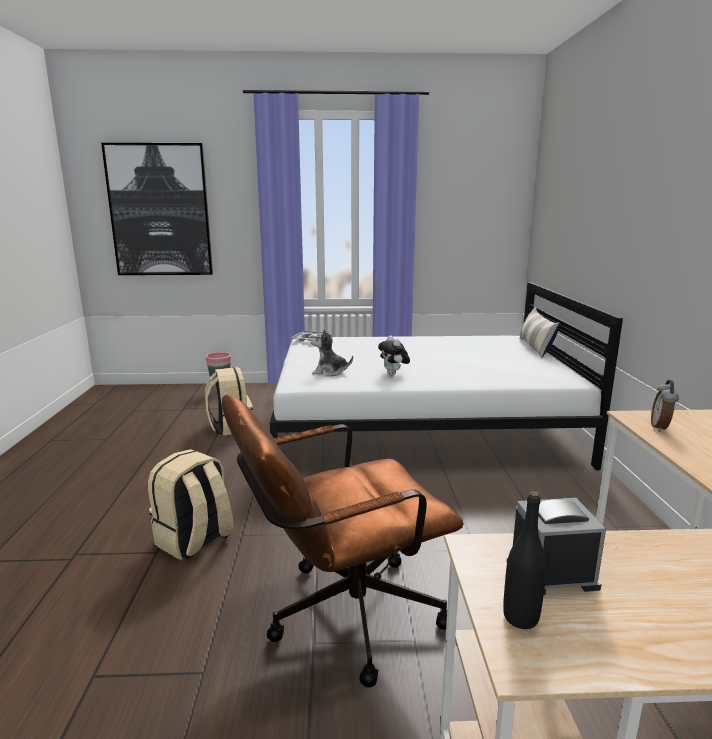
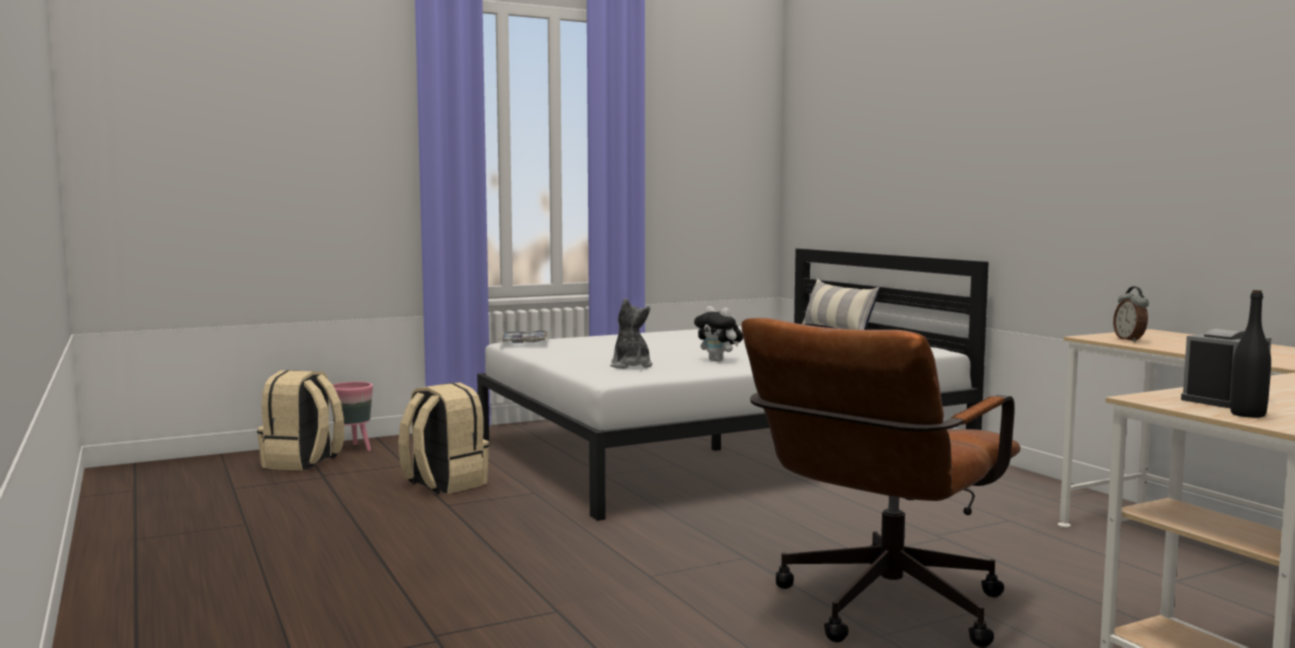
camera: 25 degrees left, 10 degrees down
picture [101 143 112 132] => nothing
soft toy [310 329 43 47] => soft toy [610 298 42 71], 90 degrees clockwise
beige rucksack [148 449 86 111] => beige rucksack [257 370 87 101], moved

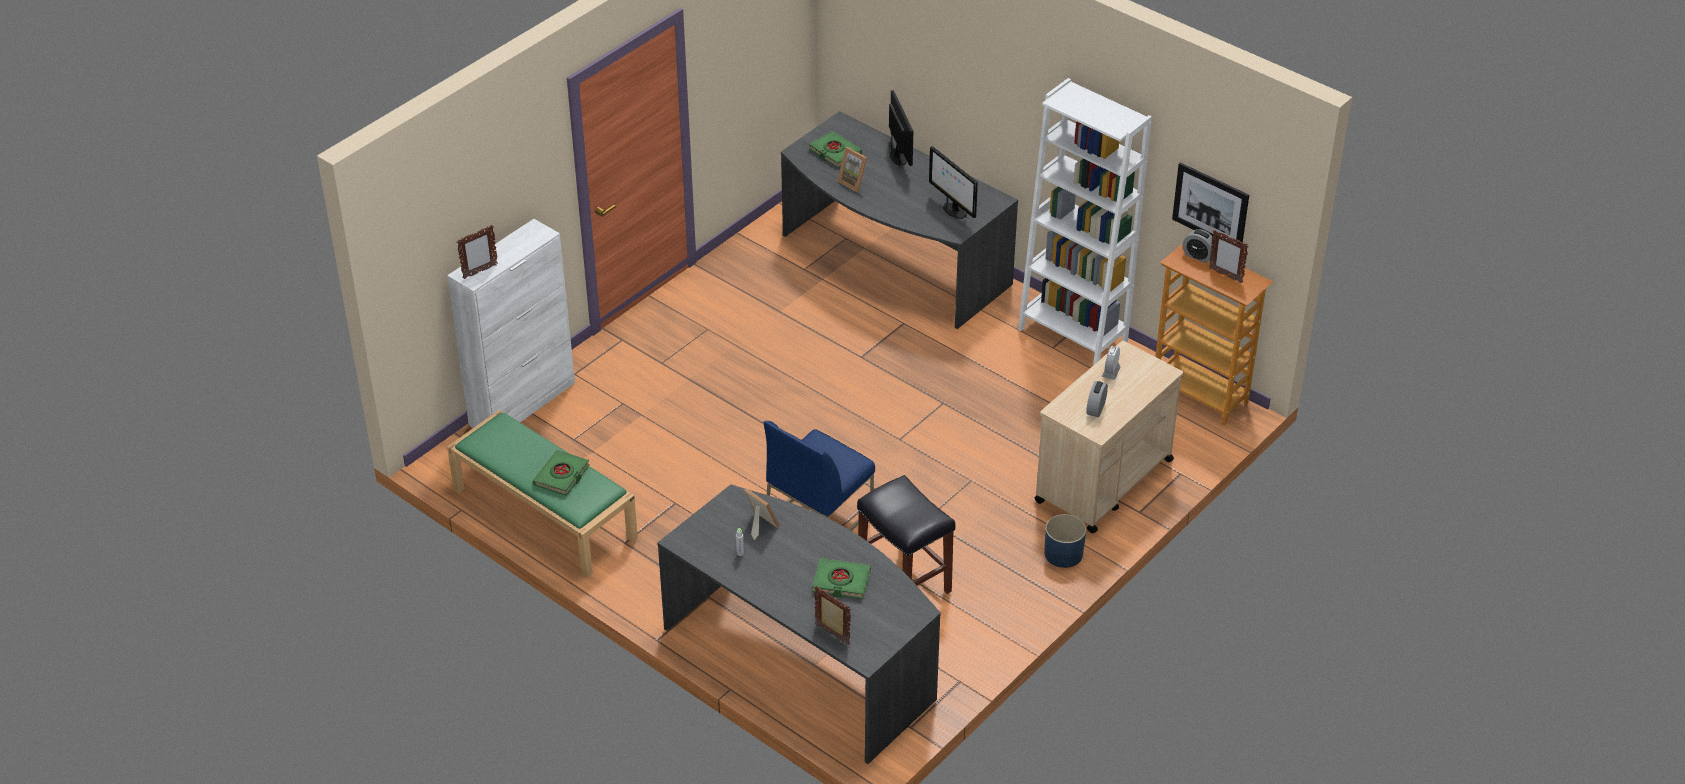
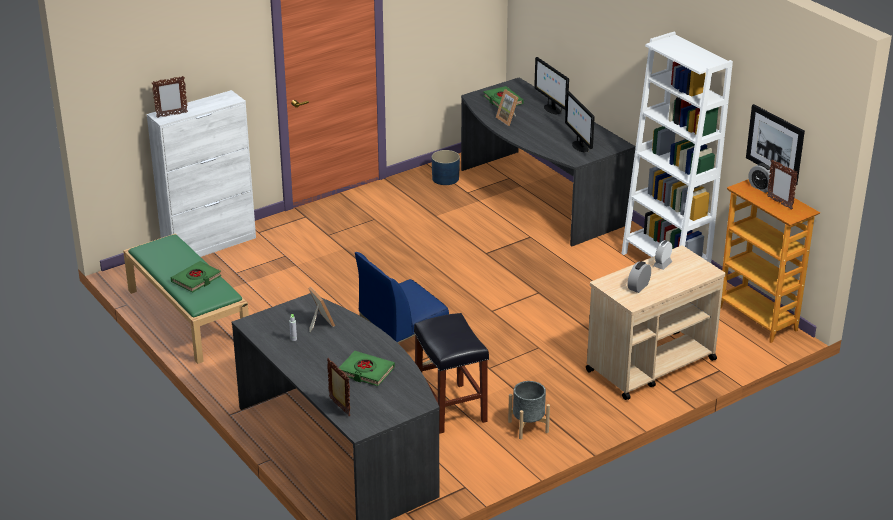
camera: 15 degrees right, 10 degrees down
monitor [889 90 24 76] => monitor [534 57 35 57], 150 degrees clockwise
blue-coloured planter [1044 514 42 54] => blue-coloured planter [432 150 28 35], moved
nothing => gray planter [508 381 42 58]

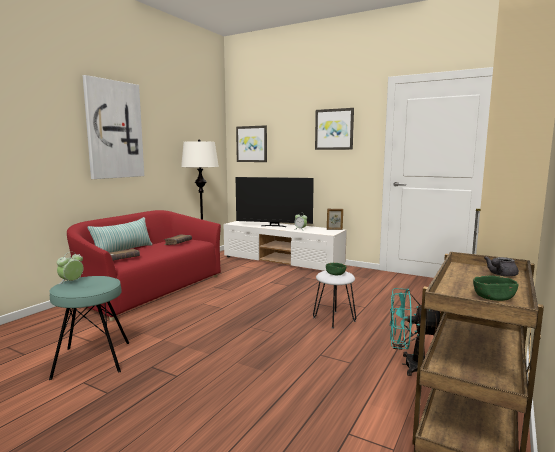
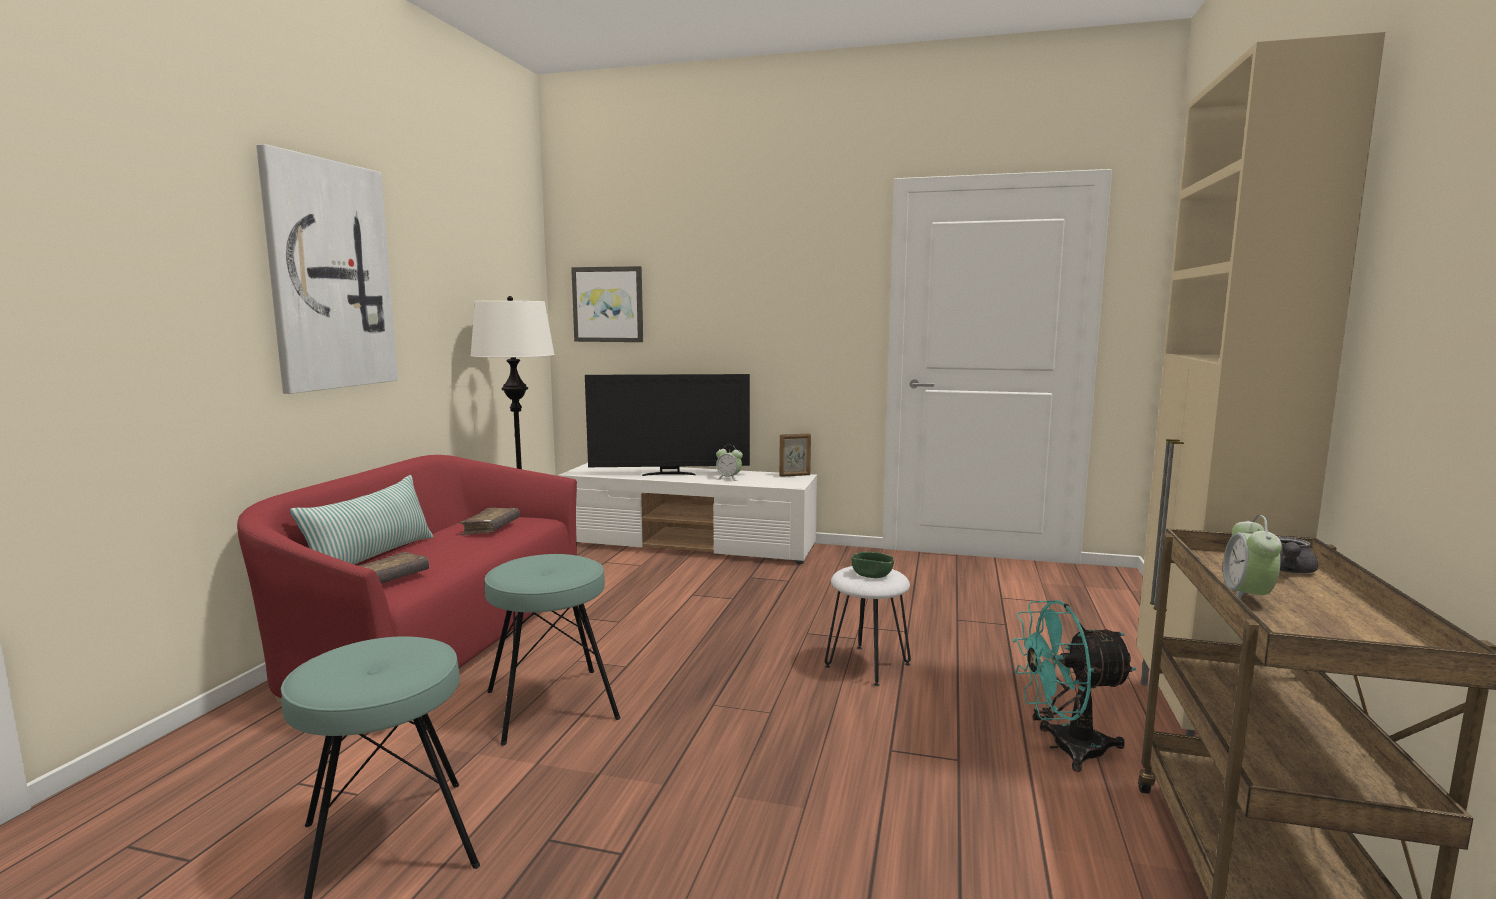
camera: 15 degrees left, 0 degrees up
picture [315 108 39 42] => nothing
bedside clock [57 252 27 32] => bedside clock [1223 515 59 84], moved
green serving bowl [473 276 46 25] => nothing
nothing => turquoise stool seat [484 554 137 192]

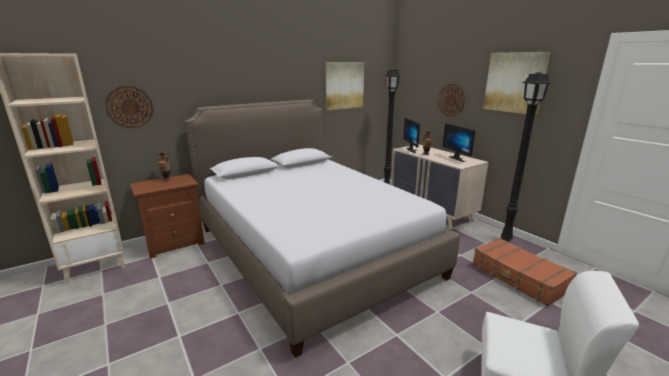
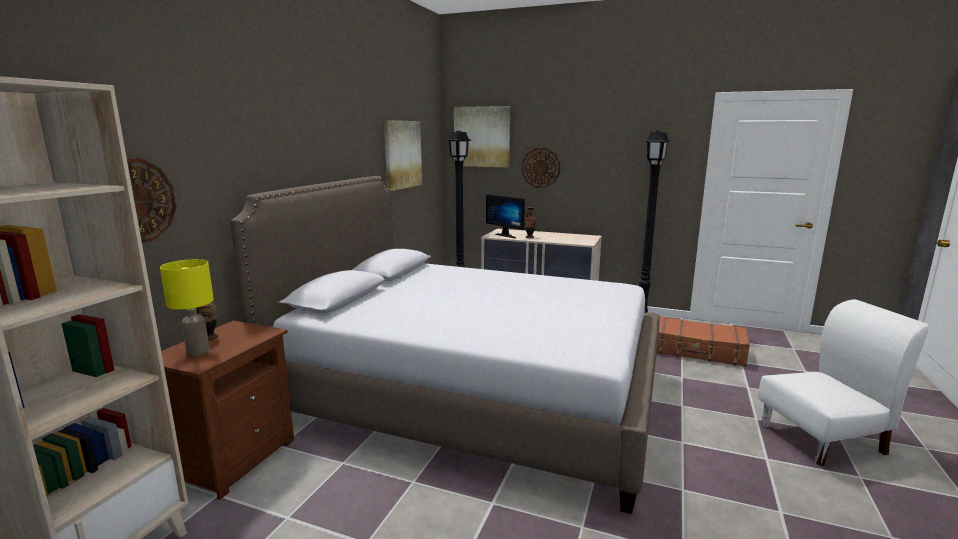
camera: 35 degrees left, 5 degrees down
picture [483 52 68 63] => picture [454 106 56 61], moved
monitor [443 123 32 39] => nothing
nothing => yellowish lamp for a table [160 259 54 97]

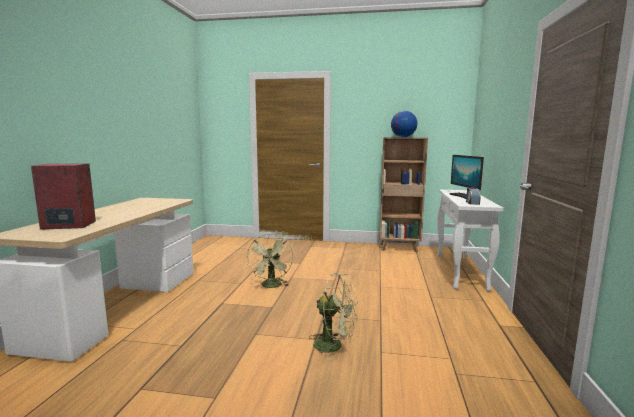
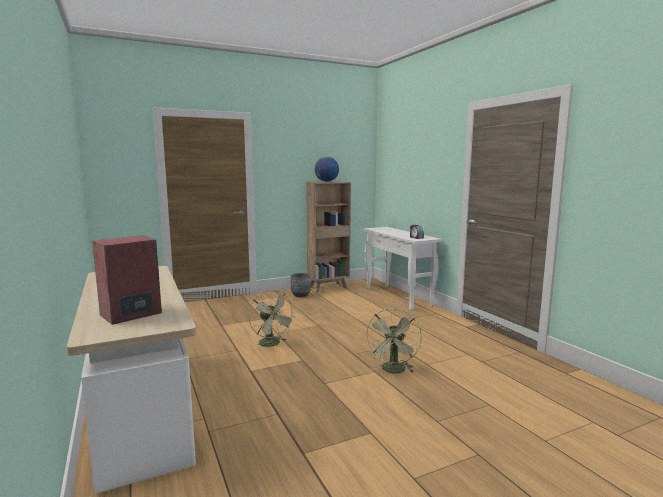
camera: 35 degrees left, 0 degrees up
monitor [450 155 34 44] => nothing
green cooling fan [309 273 49 88] => green cooling fan [366 308 56 65], 120 degrees clockwise
nothing => gray planter [291 273 20 24]

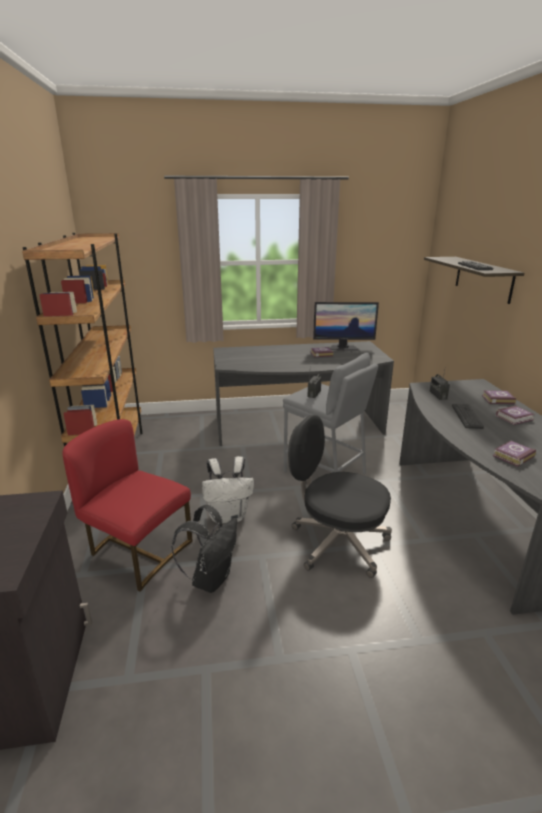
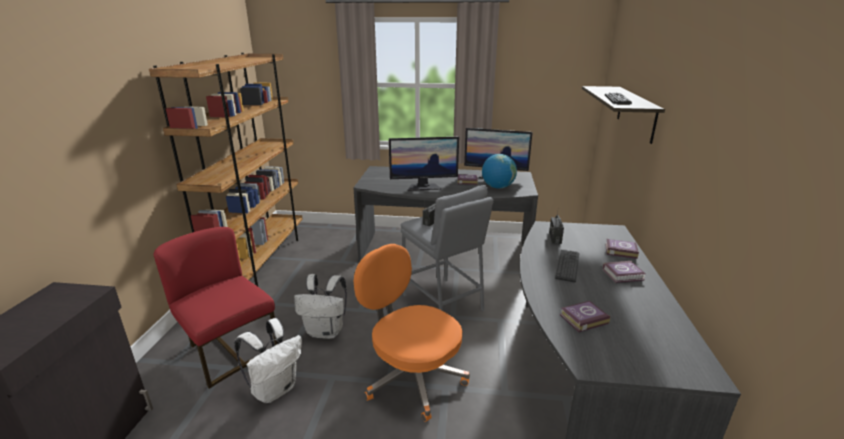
camera: 15 degrees right, 0 degrees up
blackish computer chair [288 415 104 163] => orange-coloured computer chair [354 244 116 178]
blackish rucksack [172 505 65 88] => white-coloured rucksack [234 318 68 85]
nothing => monitor [389 137 70 54]
nothing => world globe [482 154 35 35]

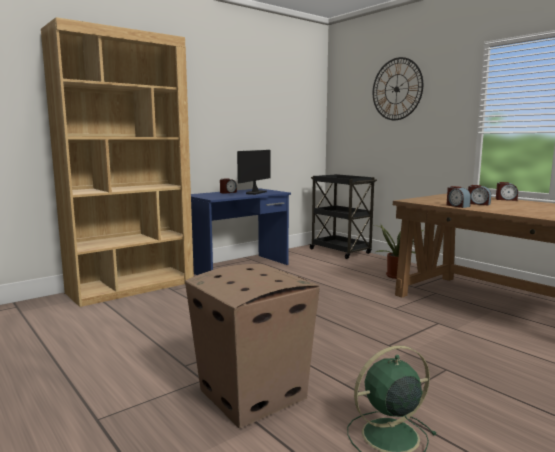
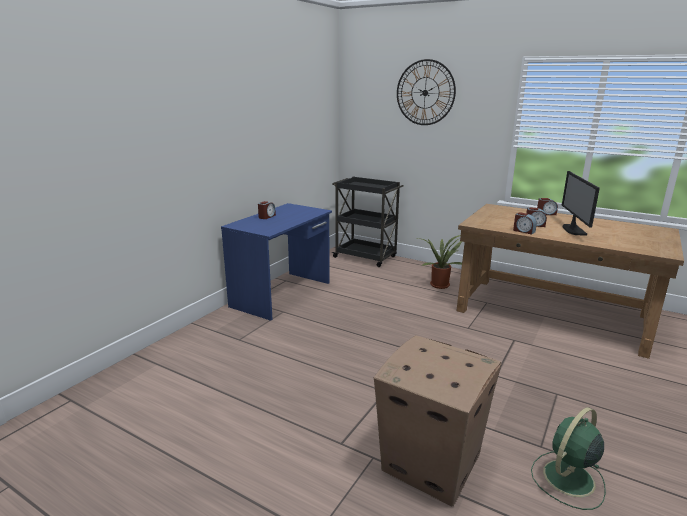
camera: 20 degrees left, 10 degrees up
brownish shelving unit [41 17 153 290] => nothing
monitor [237 150 34 45] => monitor [562 171 38 65], moved

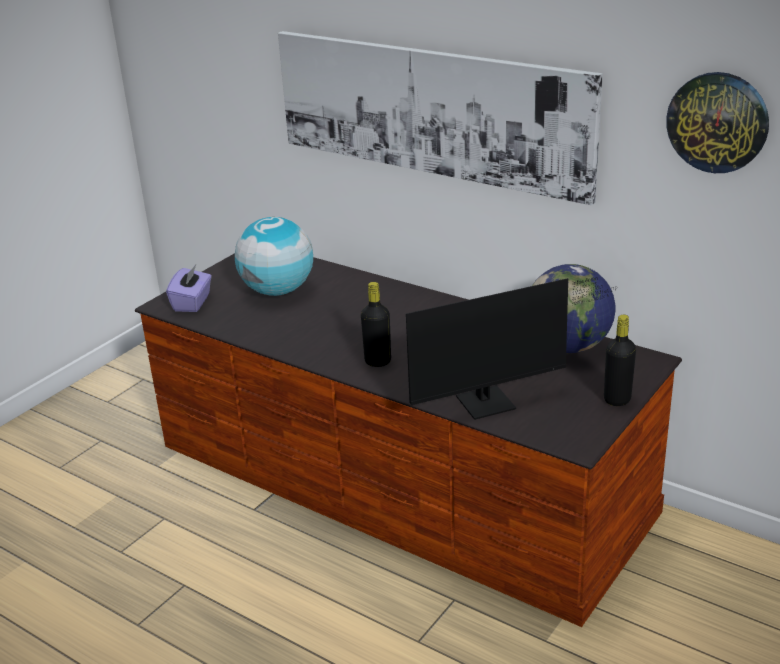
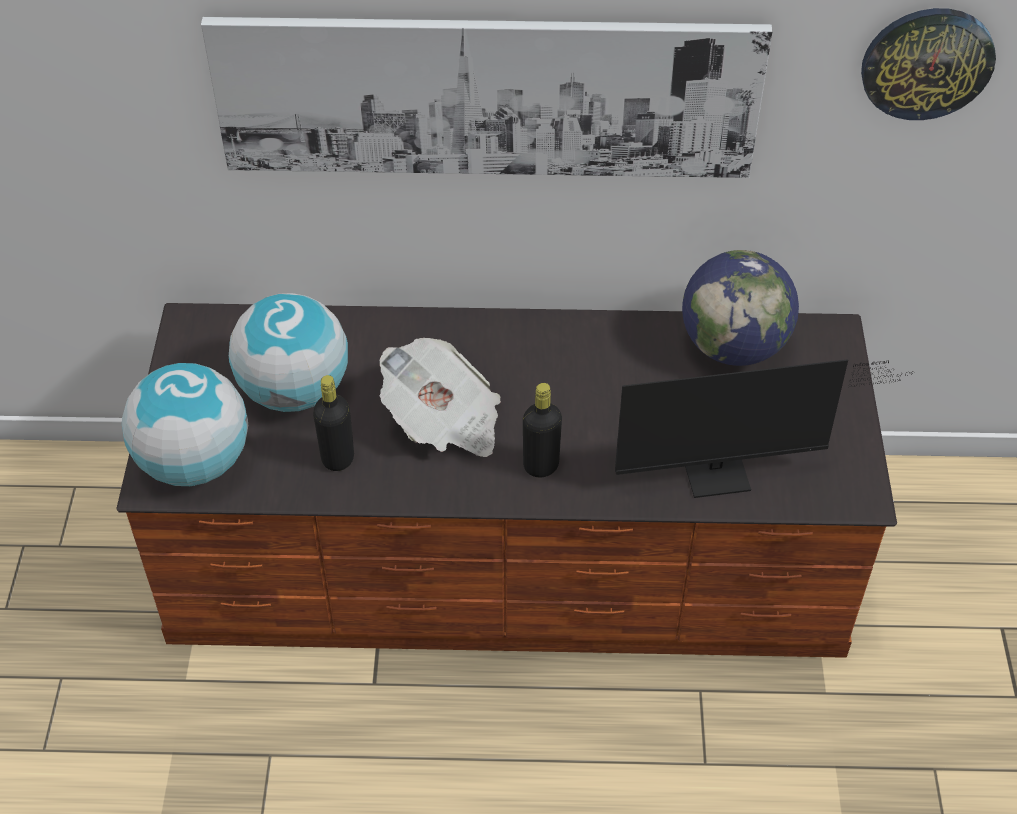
camera: 35 degrees left, 20 degrees up
purple-coloured tissue holder [166 265 46 47] => world globe [122 363 126 123]
monitor [406 277 208 143] => monitor [615 359 300 139], 45 degrees clockwise
blackish drink bottle [604 315 32 91] => blackish drink bottle [313 375 41 96], moved
nothing => printed paper [379 338 122 119]

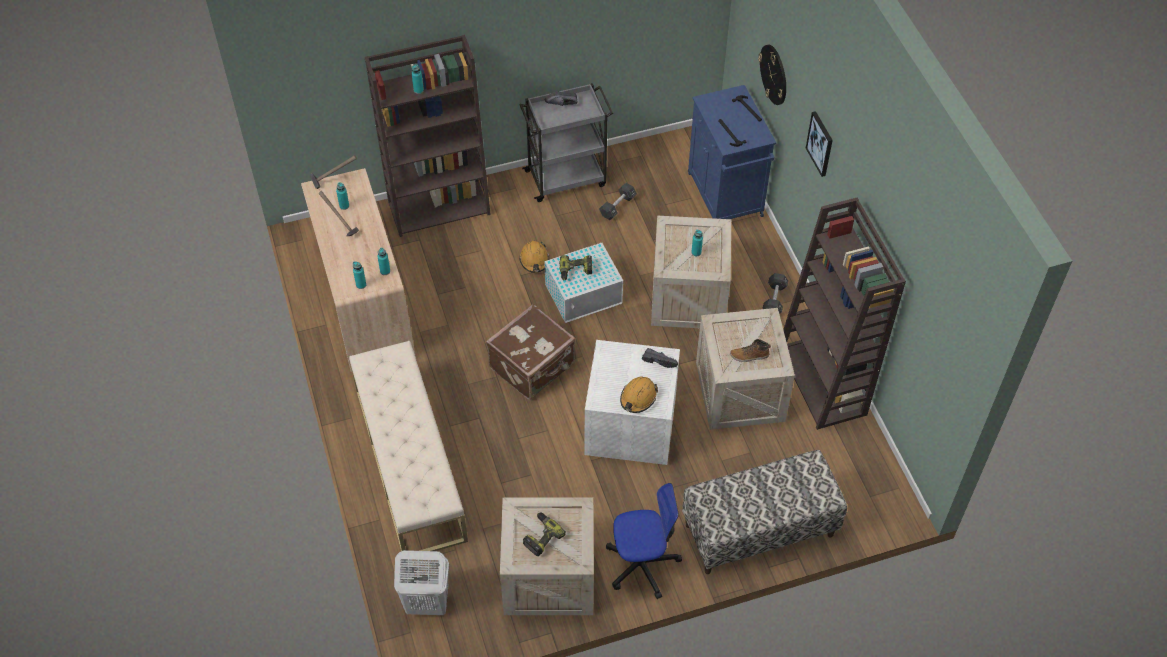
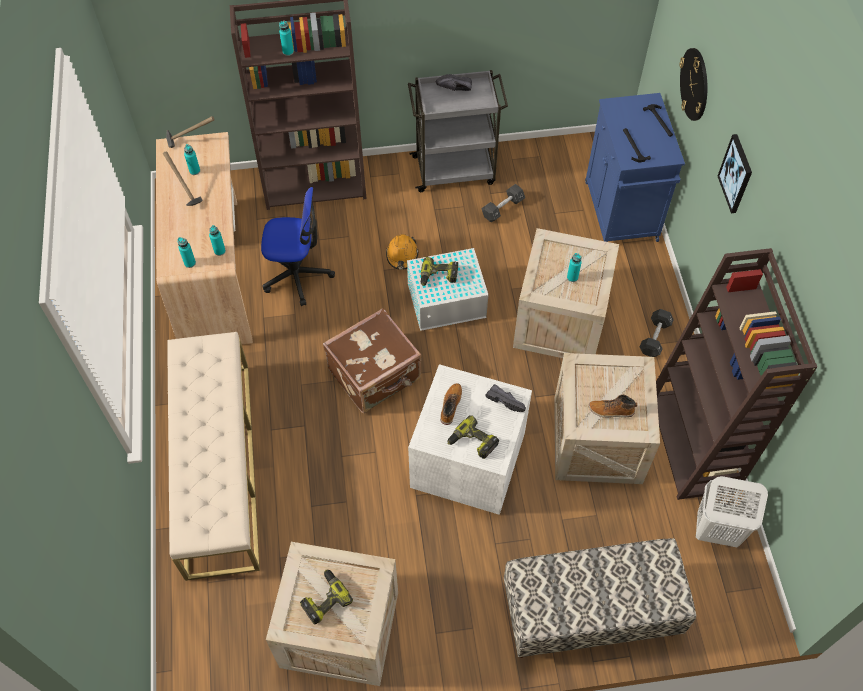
camera: 10 degrees right, 5 degrees up
orange-coloured work helmet [620 377 38 36] => drill [447 415 52 44]
computer chair [606 483 76 116] => computer chair [261 187 74 119], moved
white-coloured washing basket [394 550 55 65] => white-coloured washing basket [695 476 73 71], moved
nothing => boot [440 383 22 42]

